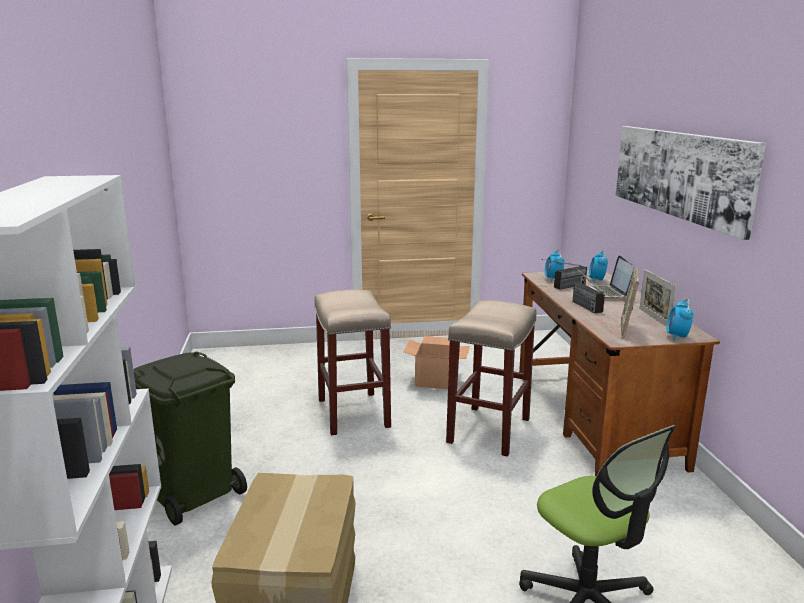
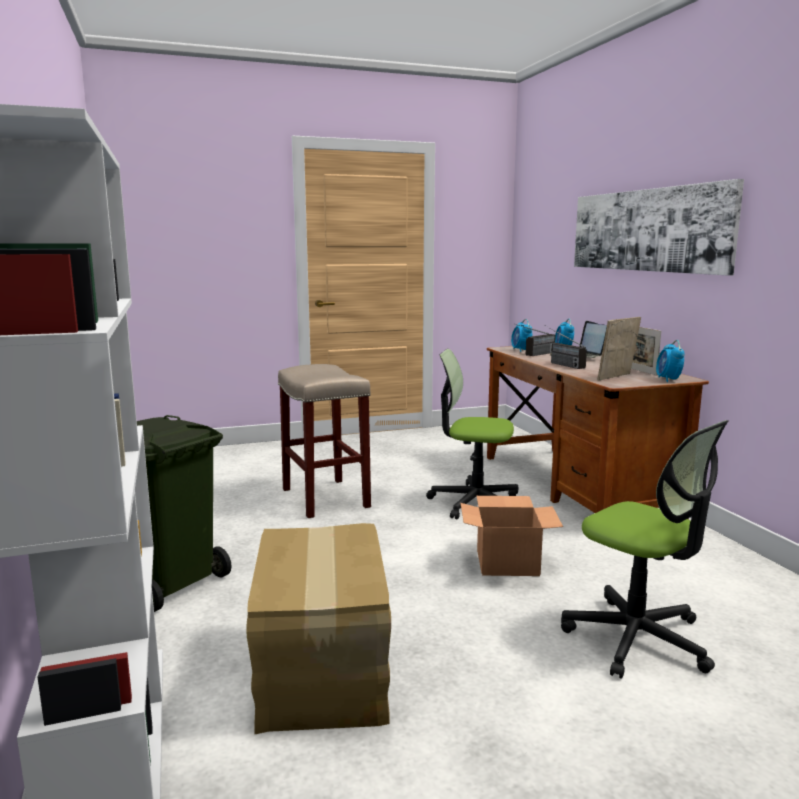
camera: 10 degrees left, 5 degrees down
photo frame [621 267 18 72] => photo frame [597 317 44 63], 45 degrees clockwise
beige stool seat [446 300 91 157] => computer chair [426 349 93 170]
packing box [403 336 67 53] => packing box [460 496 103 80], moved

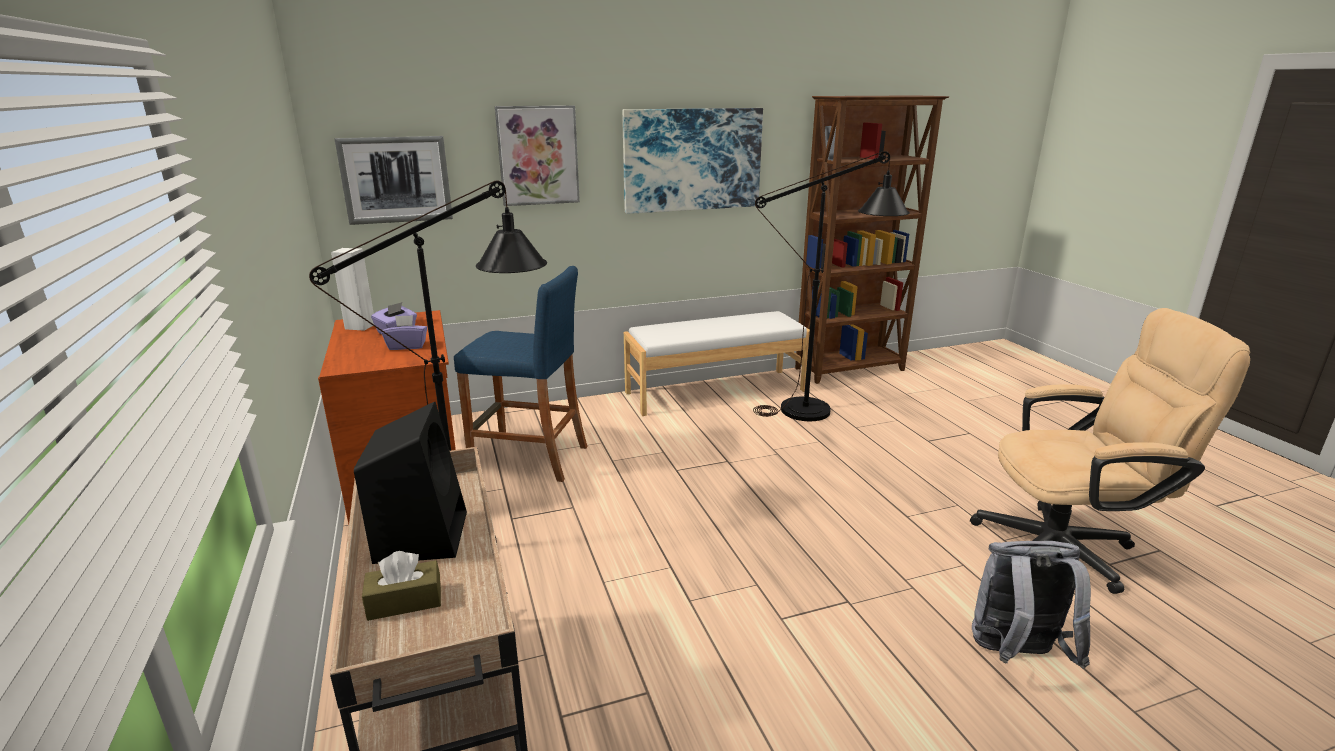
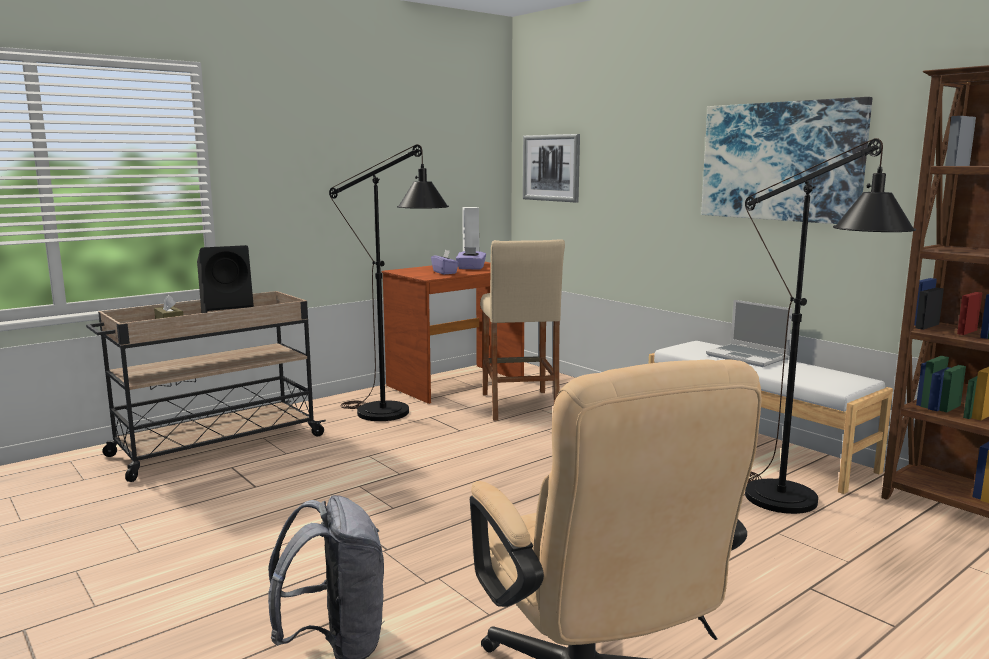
camera: 70 degrees right, 10 degrees down
picture [495 105 85 101] => nothing
blue-coloured stool seat [454 266 134 216] => beige stool seat [480 240 85 181]
nothing => laptop [706 300 87 67]

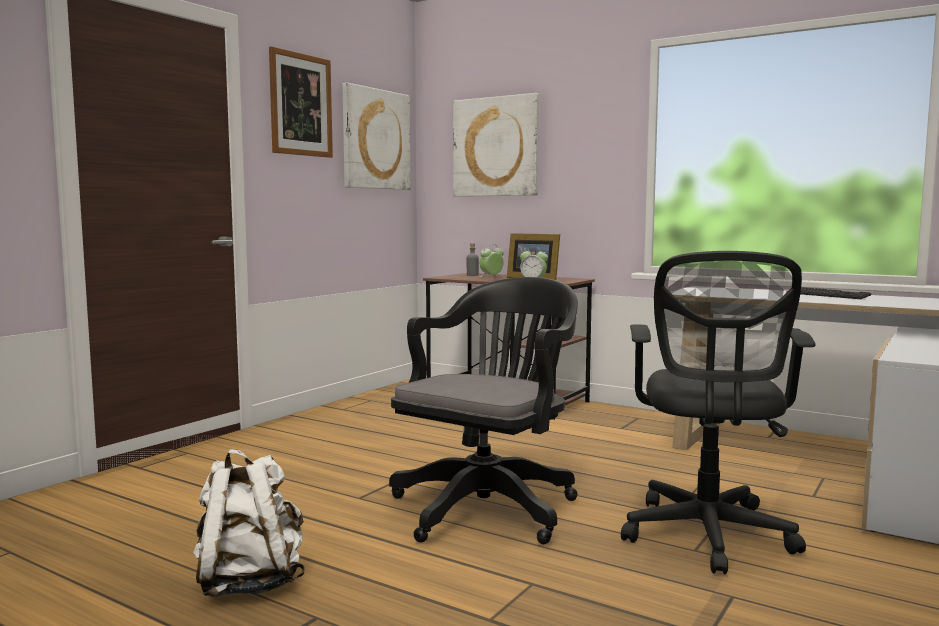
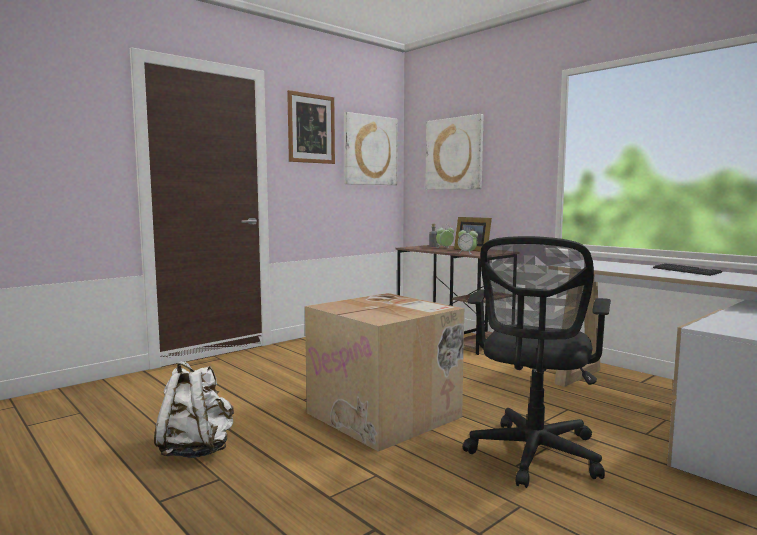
camera: 15 degrees right, 0 degrees up
blackish computer chair [389 277 189 268] => packing box [305 293 159 159]

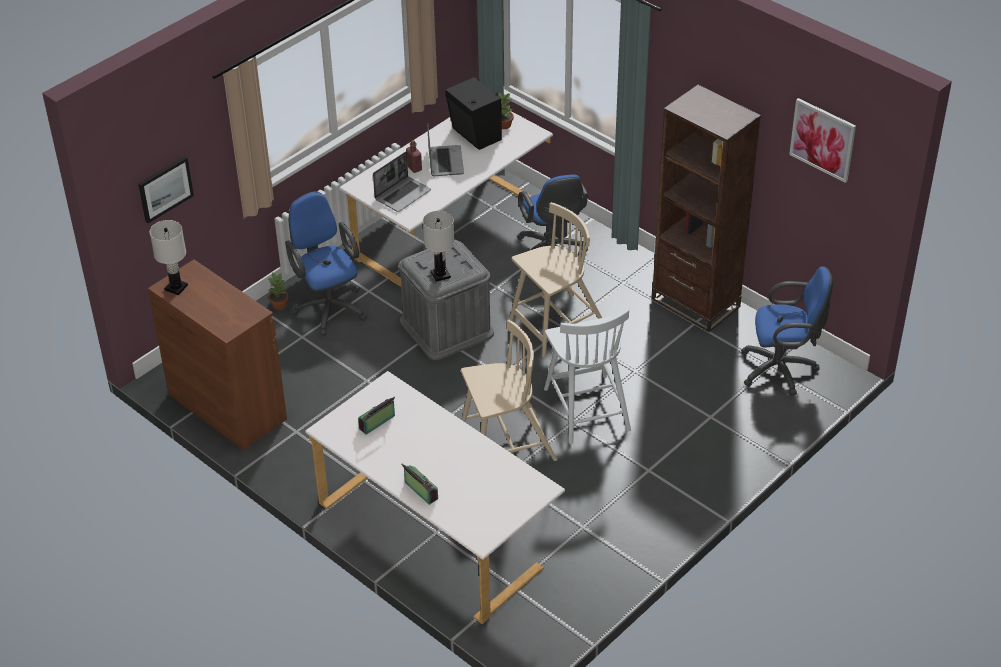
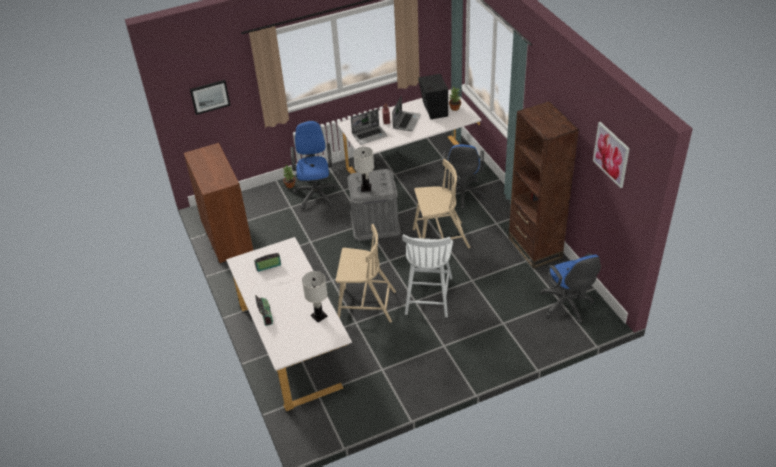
camera: 25 degrees right, 0 degrees up
white-coloured lamp for a table [150 220 38 75] => white-coloured lamp for a table [302 271 26 51], moved
blue-coloured computer chair [741 266 92 130] => blue-coloured computer chair [540 253 61 70], 45 degrees clockwise

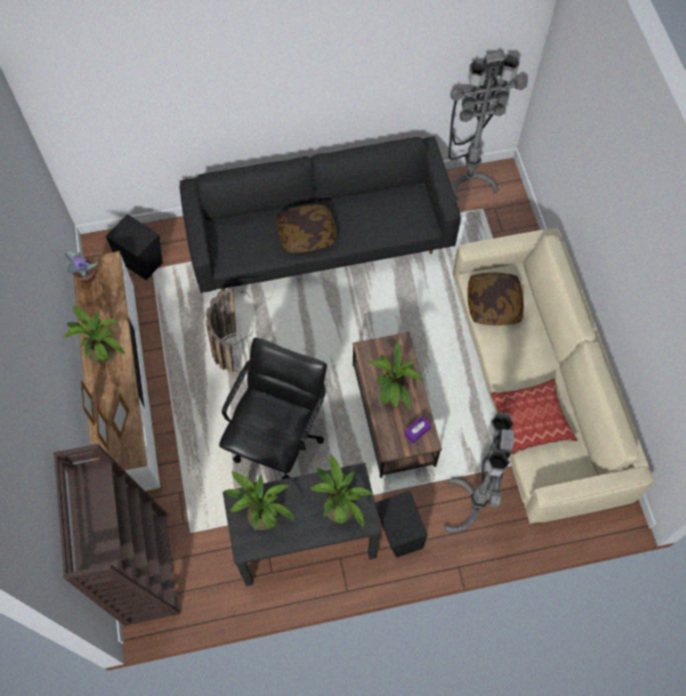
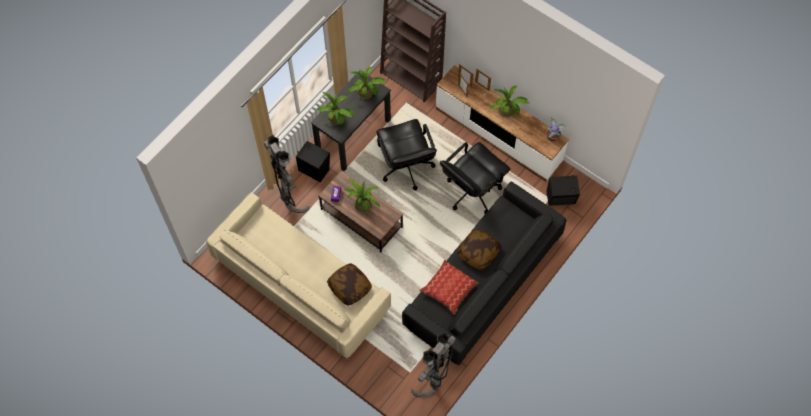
camera: 140 degrees right, 0 degrees up
basket [206 287 48 86] => blackish computer chair [440 142 70 72]
pillow [490 378 88 77] => pillow [419 260 60 55], moved

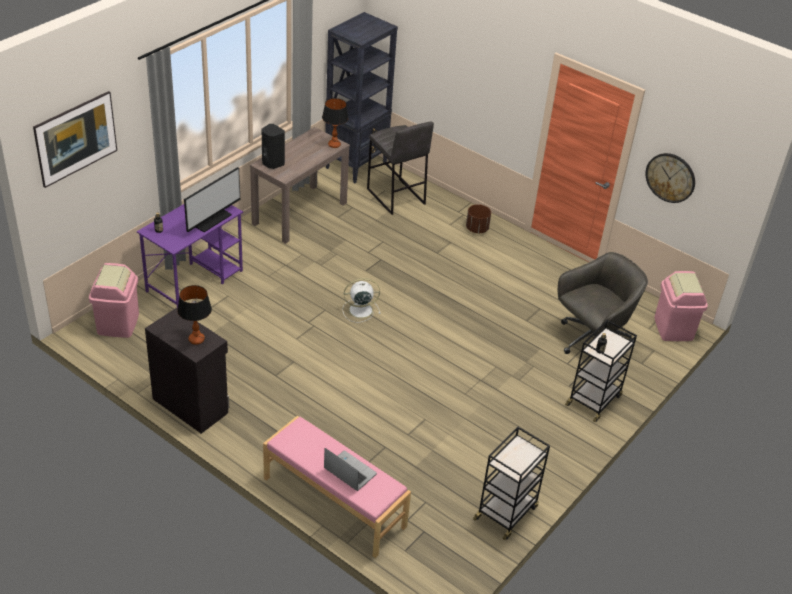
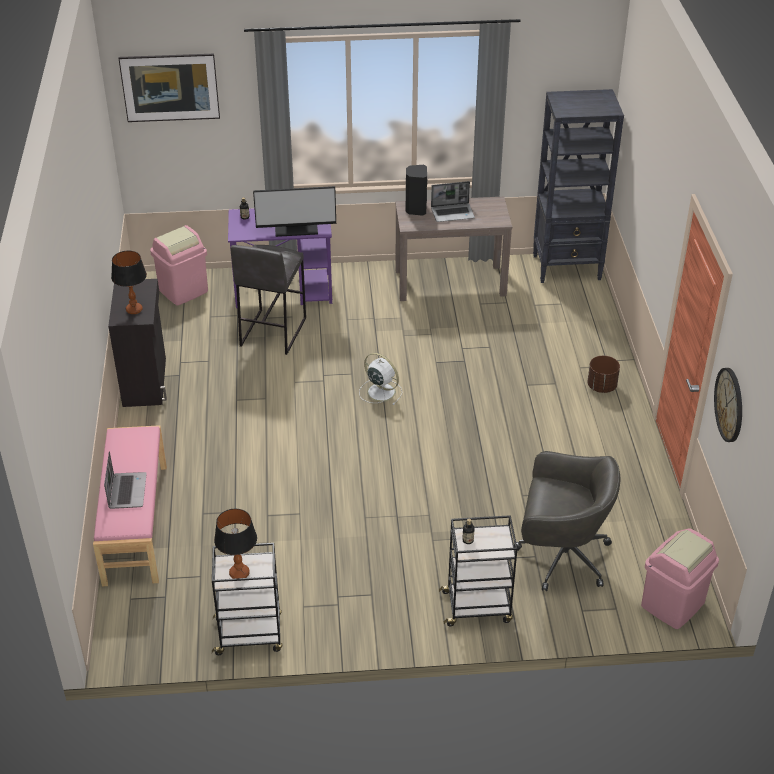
camera: 50 degrees right, 0 degrees up
lamp for a table [322 98 27 50] => lamp for a table [214 509 43 70], moved
gray stool seat [367 121 67 94] => gray stool seat [231 245 75 110], moved
nothing => laptop [431 181 44 41]

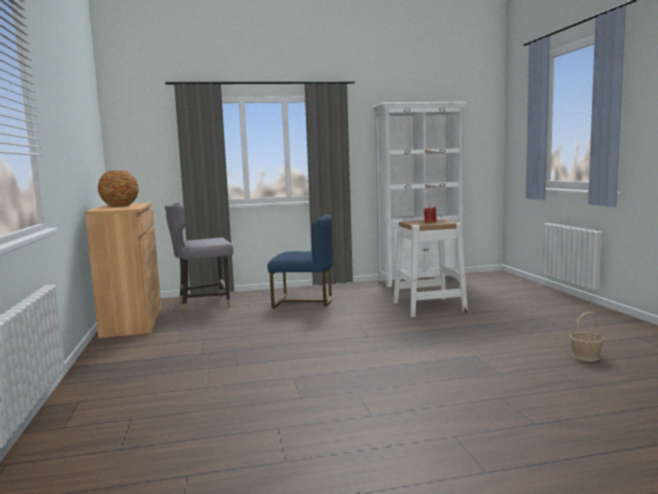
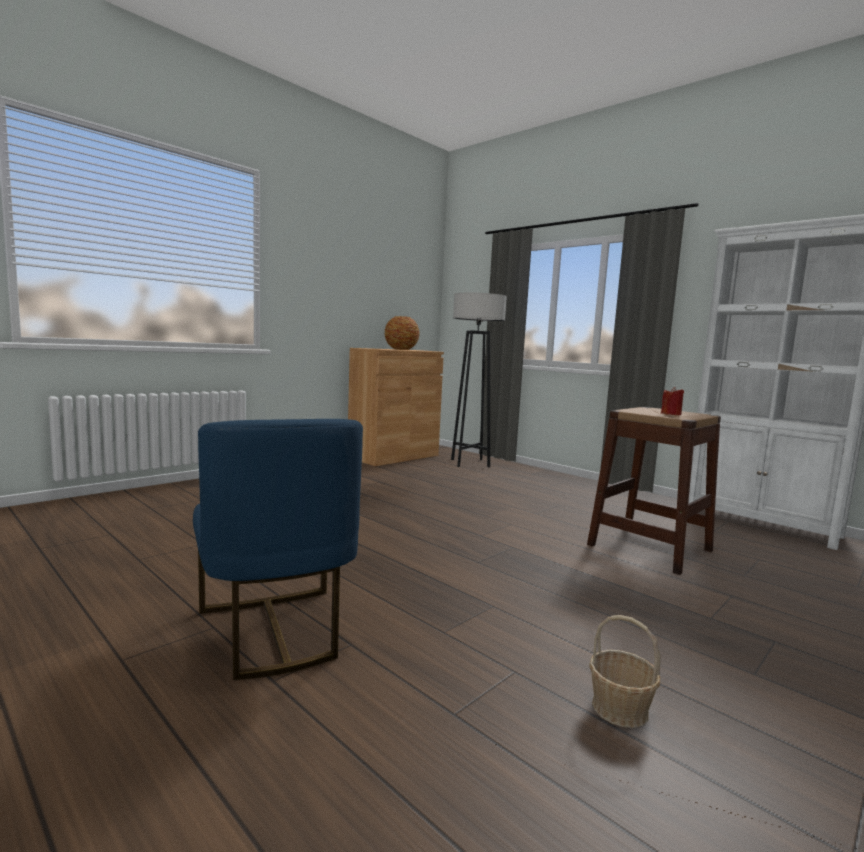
camera: 55 degrees right, 0 degrees up
gray plain chair [165 202 68 110] => gray floor lamp [451 293 56 174]
blue-coloured plain chair [267 214 66 95] => blue-coloured plain chair [193 419 170 261], moved
white-coloured stool seat [393 219 75 98] => brownish stool seat [587 407 134 168]

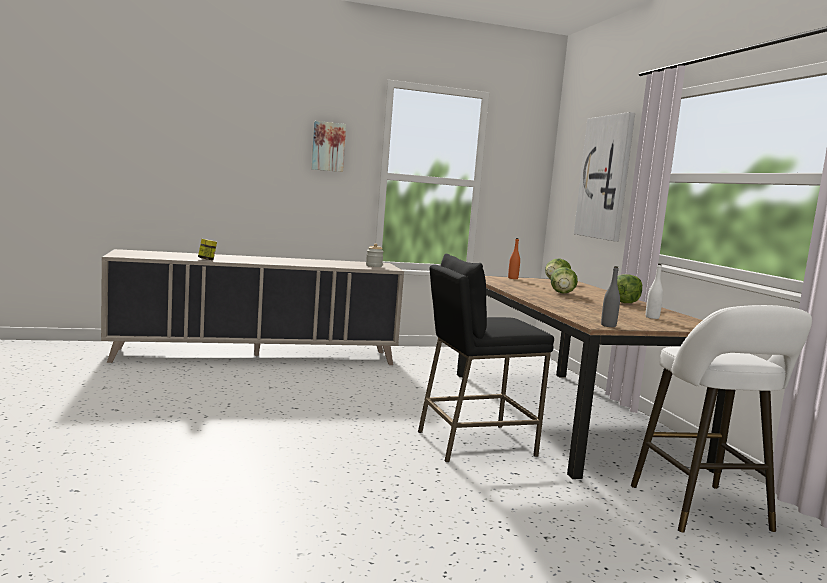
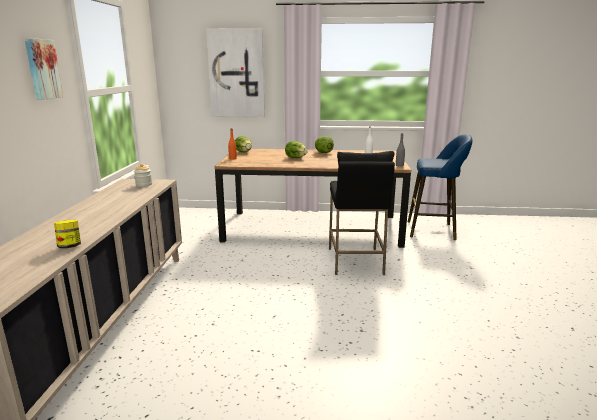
camera: 70 degrees left, 10 degrees up
white-coloured stool seat [631 305 181 228] => blue-coloured stool seat [408 134 64 106]

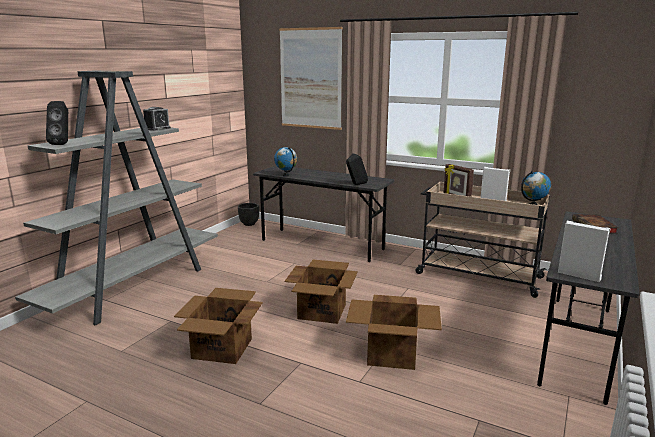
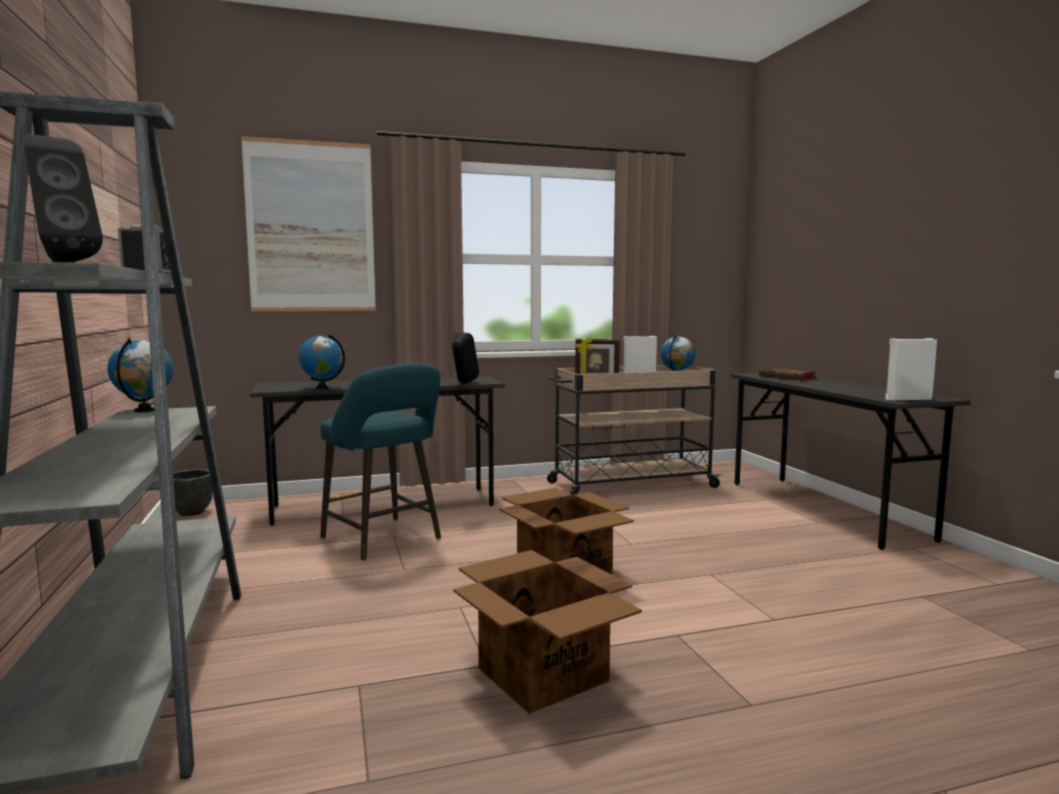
camera: 45 degrees left, 10 degrees down
packing box [346 295 96 75] => nothing
nothing => world globe [107 338 67 74]
nothing => turquoise stool seat [320 363 121 198]

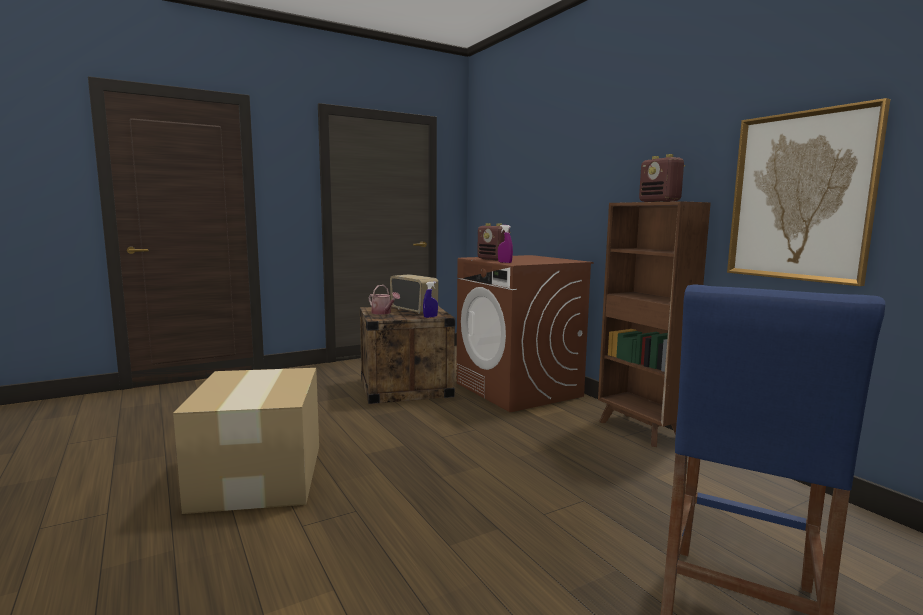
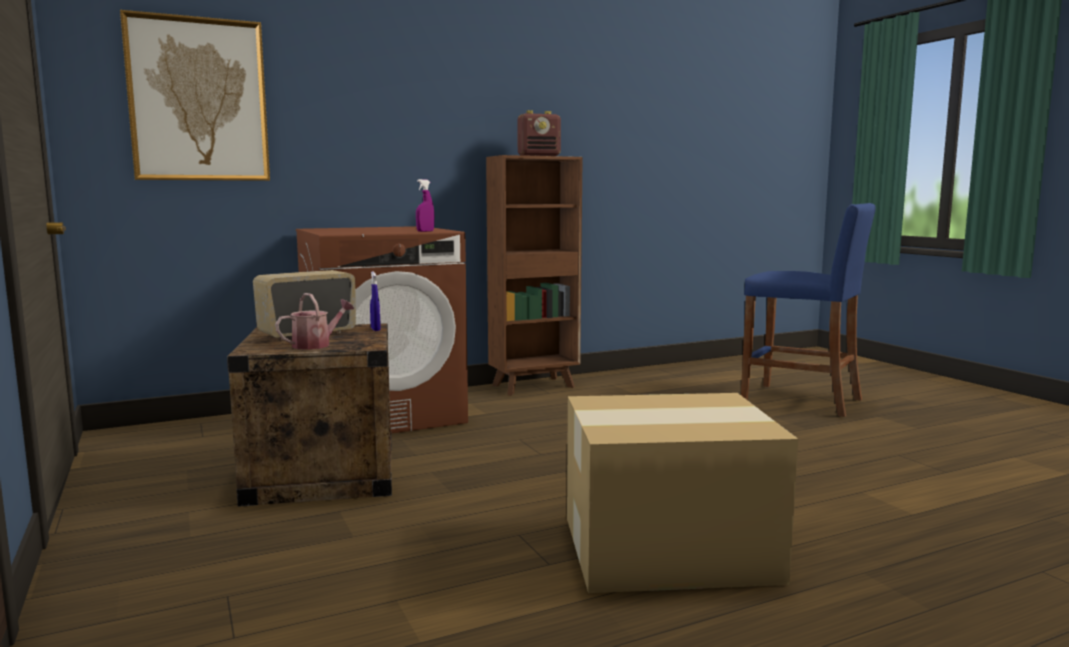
camera: 85 degrees left, 0 degrees up
picture [727 98 163 188] => picture [120 10 150 171], moved
radio [477 223 34 38] => nothing

